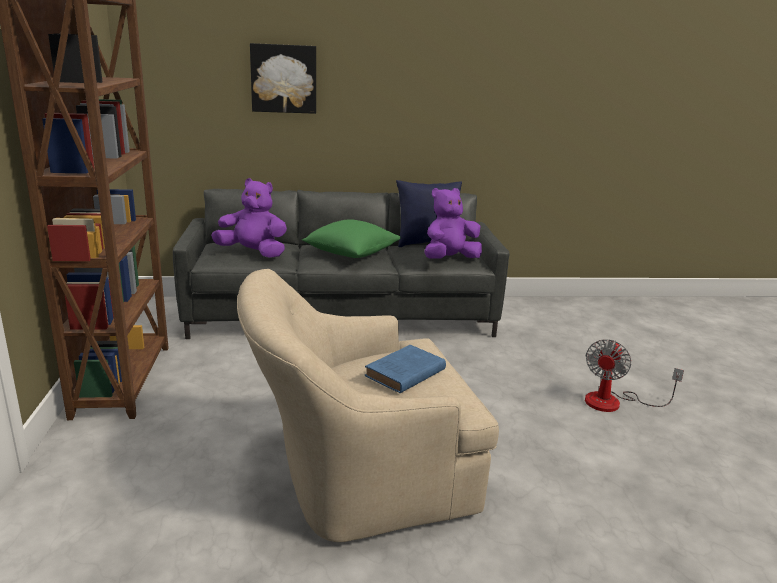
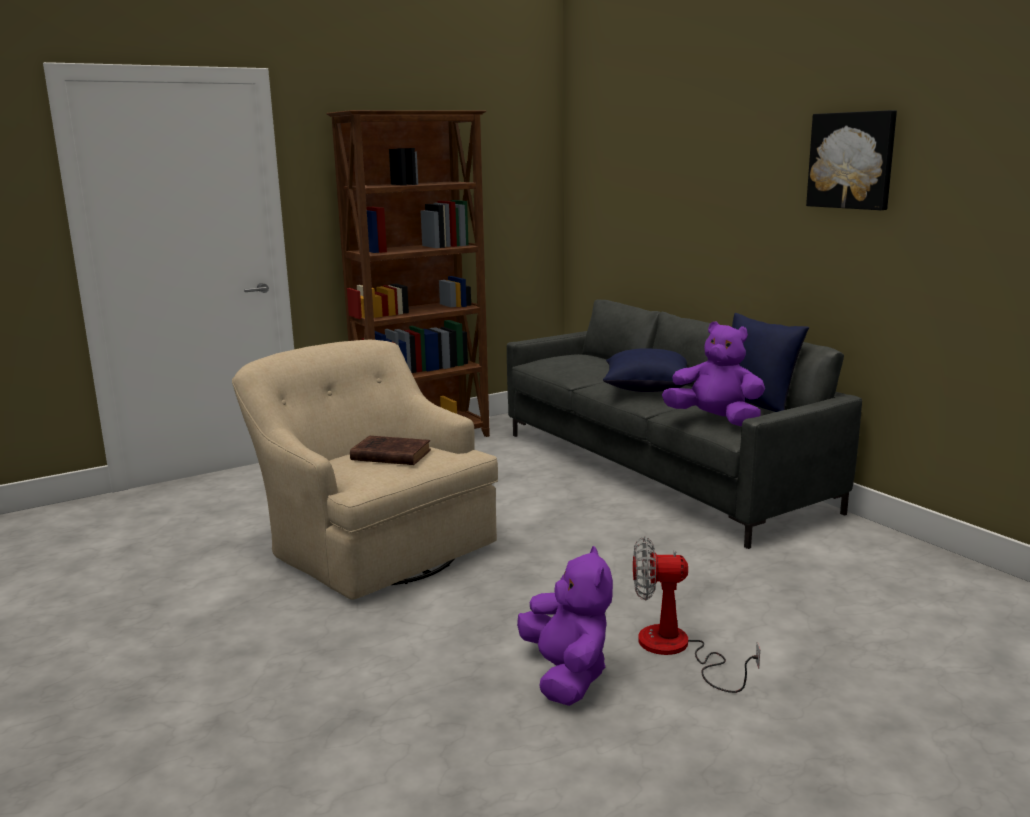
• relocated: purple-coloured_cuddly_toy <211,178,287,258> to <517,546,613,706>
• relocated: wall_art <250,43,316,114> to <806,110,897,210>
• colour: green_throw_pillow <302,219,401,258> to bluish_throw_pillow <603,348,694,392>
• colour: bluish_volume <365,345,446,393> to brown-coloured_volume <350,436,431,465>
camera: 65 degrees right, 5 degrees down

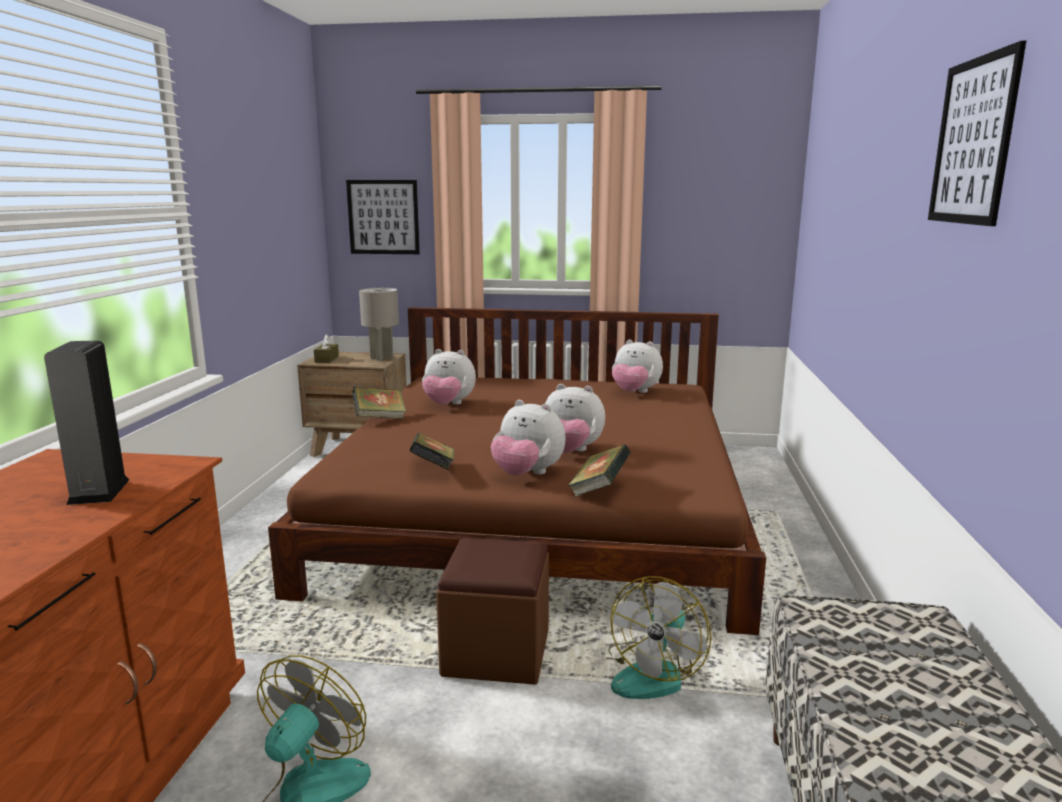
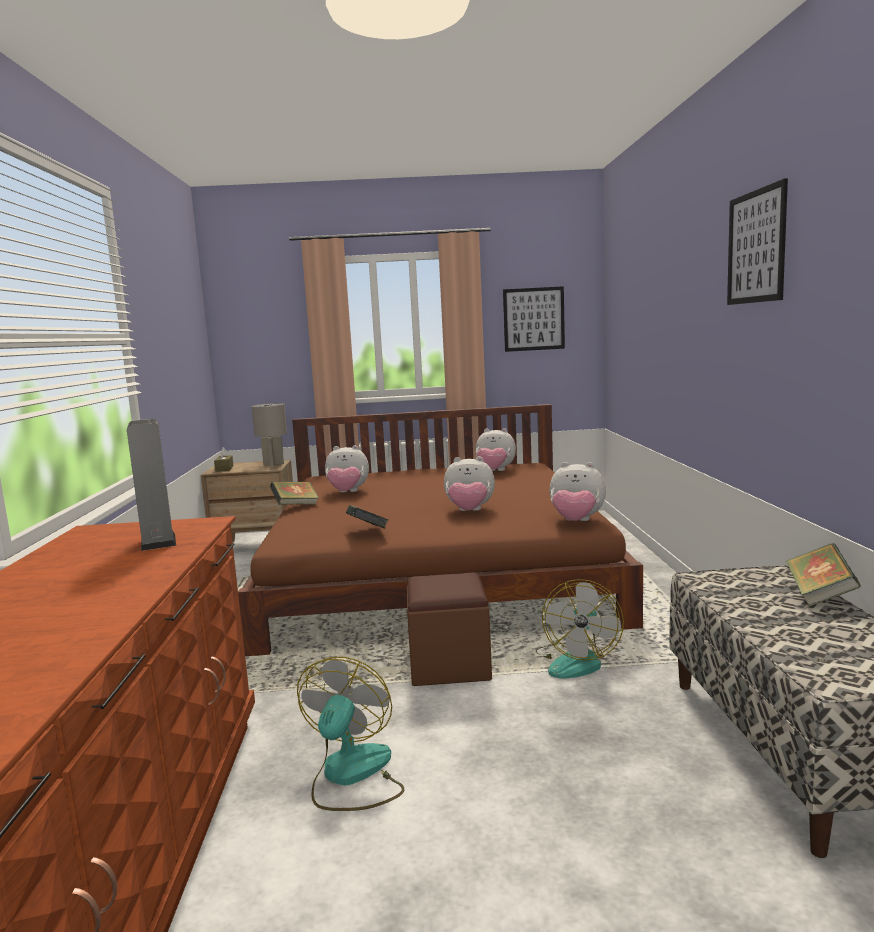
• relocated: wall_art <346,180,420,254> to <503,286,565,352>
• relocated: cuddly_toy <491,400,565,475> to <549,462,606,521>
• relocated: volume <568,445,630,497> to <786,543,861,607>
camera: 10 degrees left, 5 degrees down

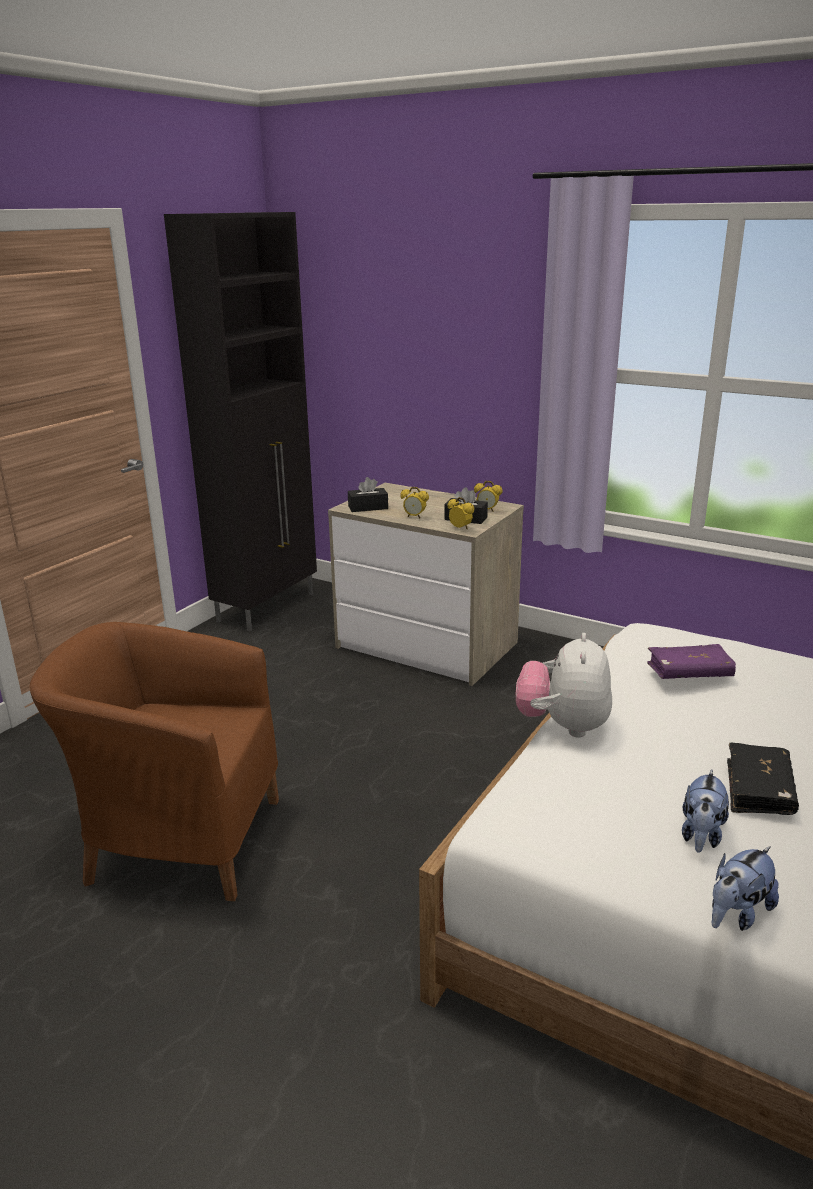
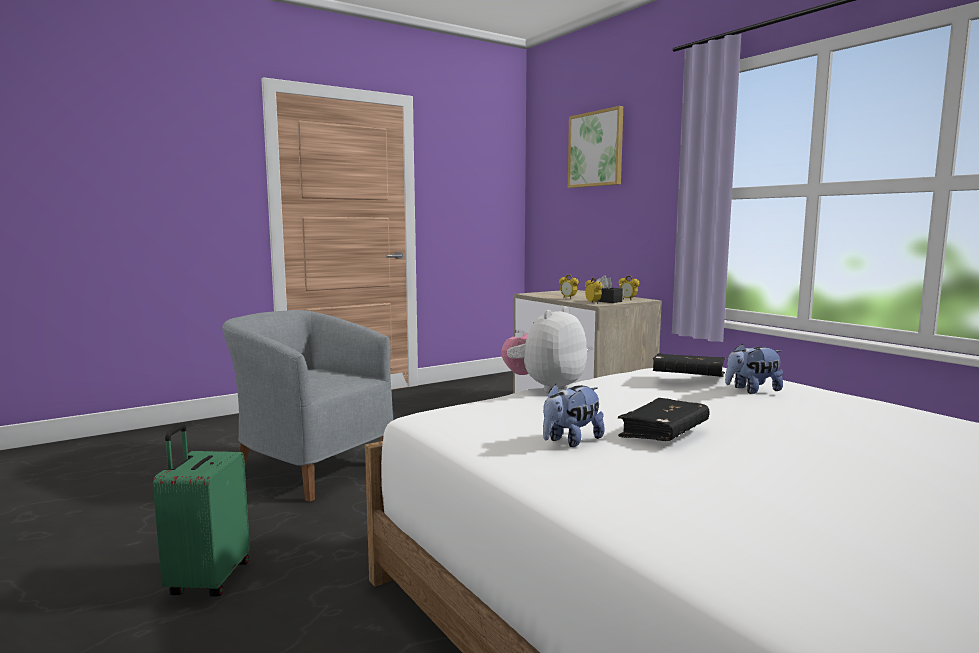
• missing: black-coloured_storage_cabinet <164,212,317,632>
• missing: black-coloured_box_of_tissues <348,477,388,512>
• appeared: green_piece_of_luggage <153,424,250,597>
• appeared: wall_art <568,106,623,188>
• relocated: cuddly_toy <712,846,779,931> to <725,344,783,394>
• colour: brown-coloured_armchair <30,622,279,901> to greyish_armchair <222,310,393,502>
• colour: purple-coloured_volume <647,644,736,679> to black-coloured_volume <653,353,725,377>
camera: 25 degrees right, 15 degrees down

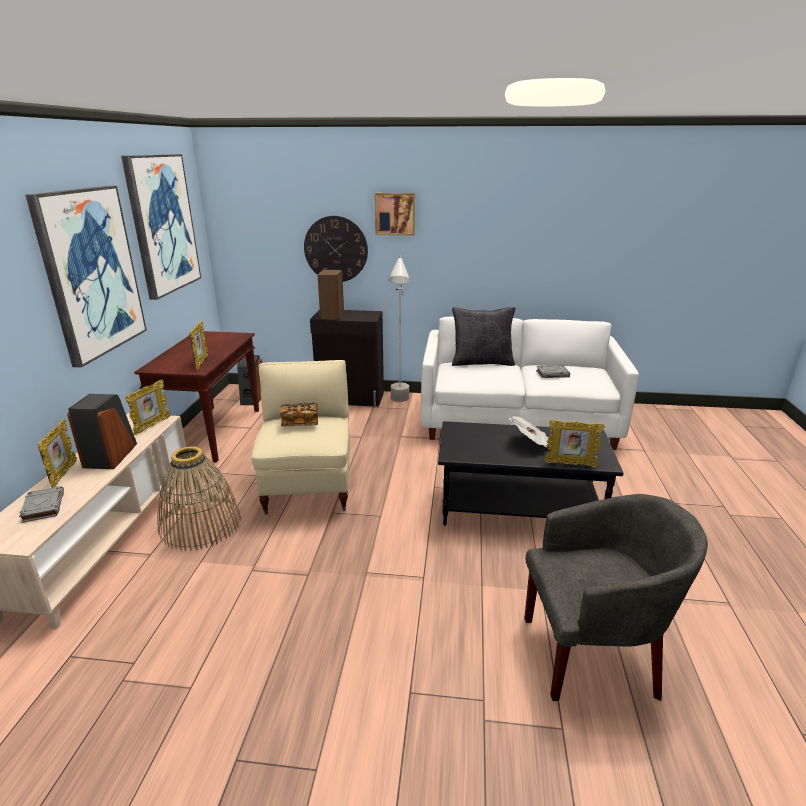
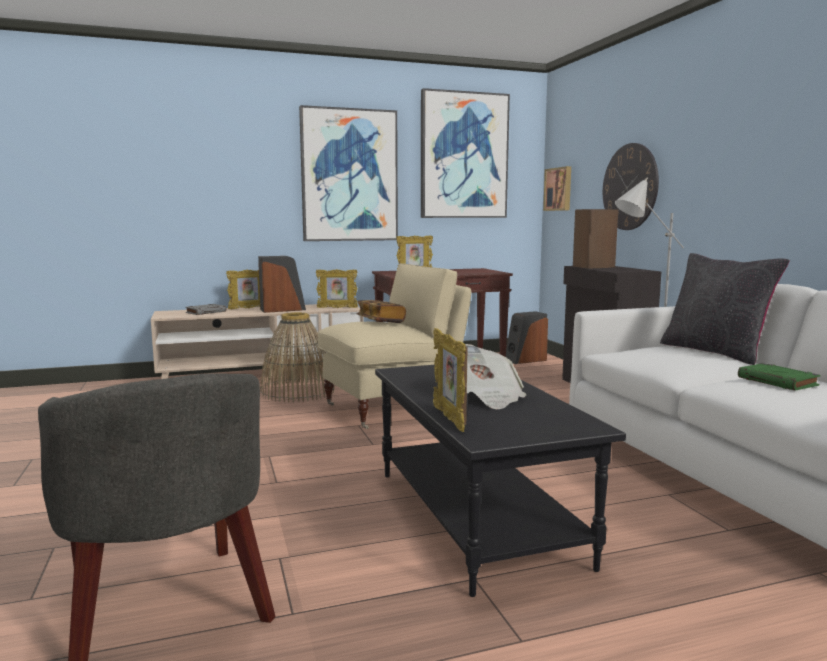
• relocated: wall_art <375,193,415,236> to <543,166,571,211>
• colour: greyish_volume <536,365,570,378> to green_volume <738,363,821,391>
camera: 65 degrees right, 15 degrees down

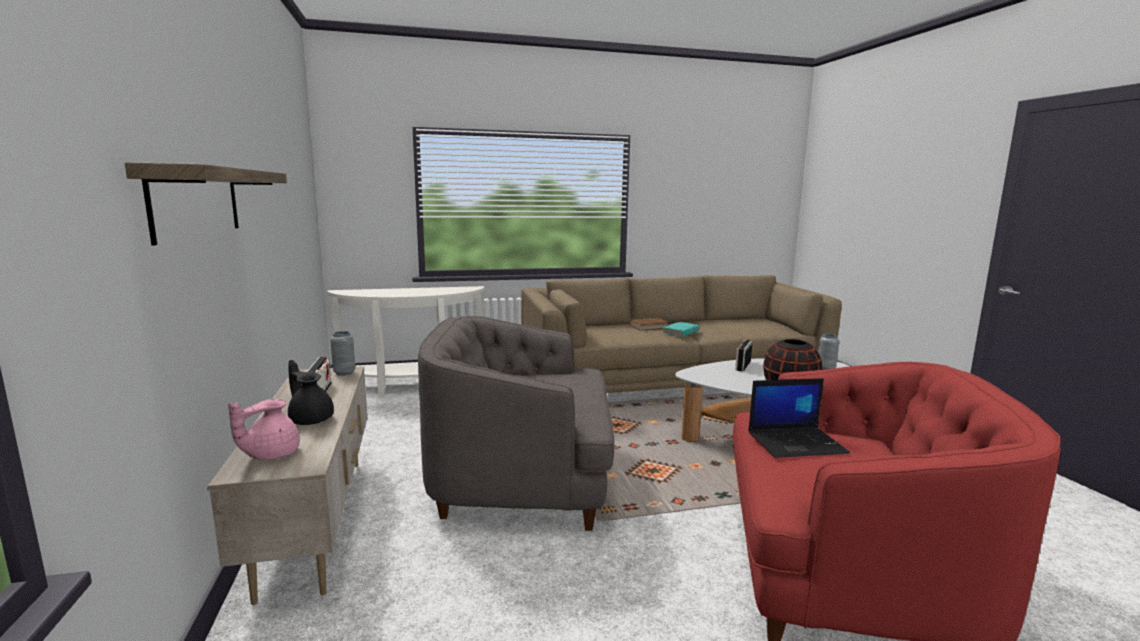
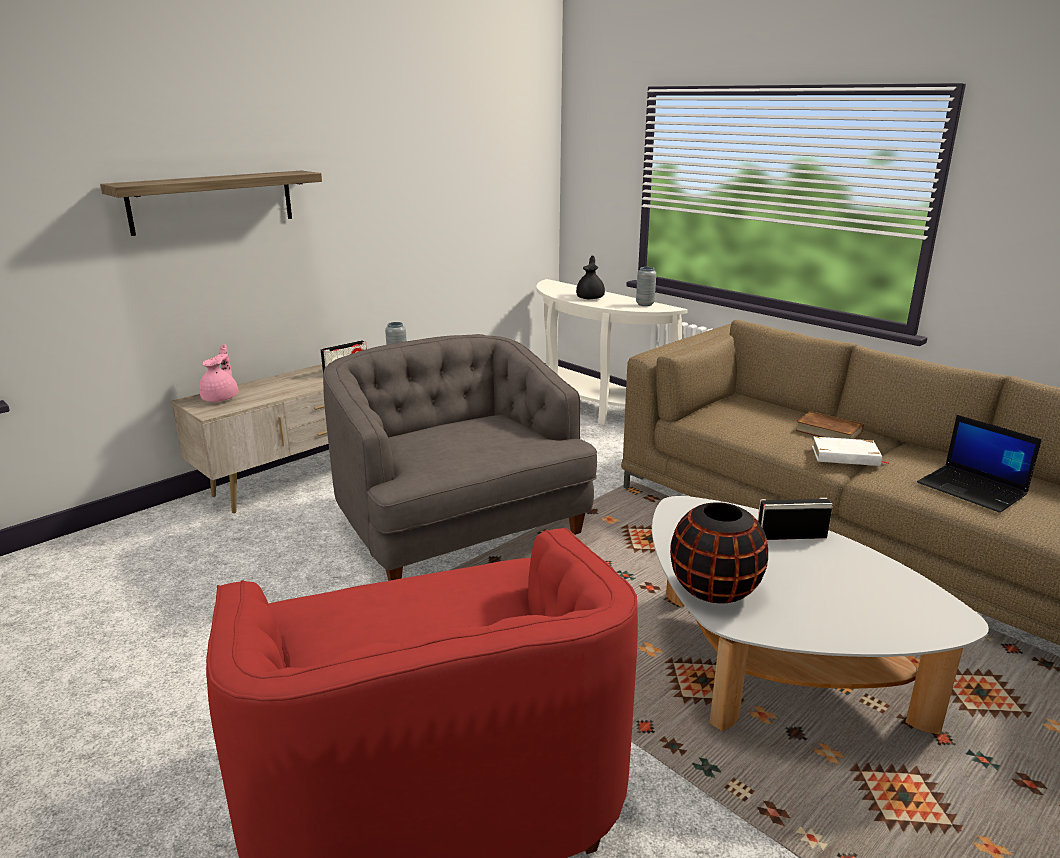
• relocated: black-coloured_teapot <288,360,334,425> to <576,256,605,299>
• relocated: notebook_computer <748,378,850,458> to <917,415,1042,513>
• relocated: greyish_vase <818,334,839,370> to <636,267,656,306>
• colour: turquoise_volume <663,322,699,337> to white_volume <812,437,889,466>
• spun: pinkish_teapot <228,399,300,460> = <199,344,238,402> 90 degrees clockwise
camera: 60 degrees right, 10 degrees up

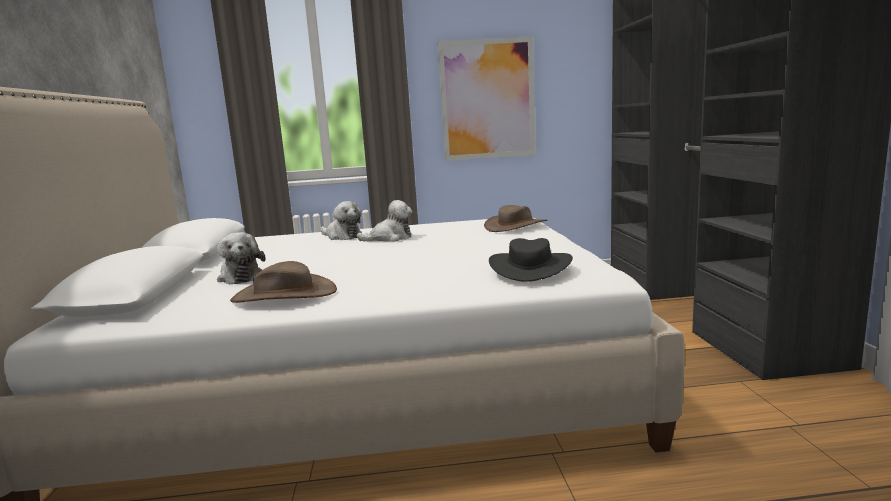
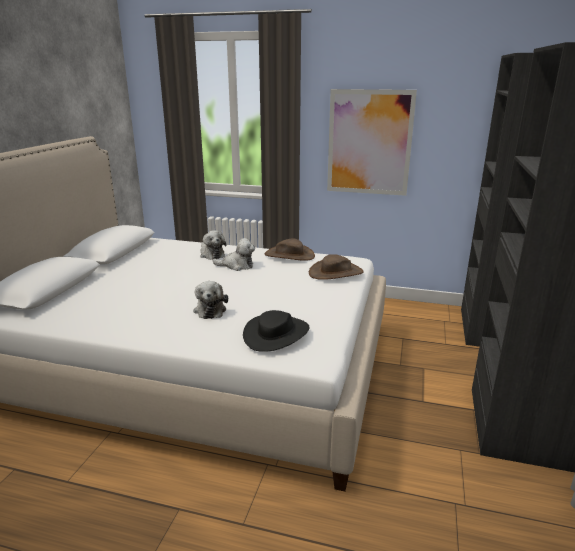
• relocated: cuddly_toy <217,232,265,284> to <193,281,228,319>
• relocated: brown-coloured_hat <230,261,337,303> to <265,239,315,261>
camera: 20 degrees right, 10 degrees up

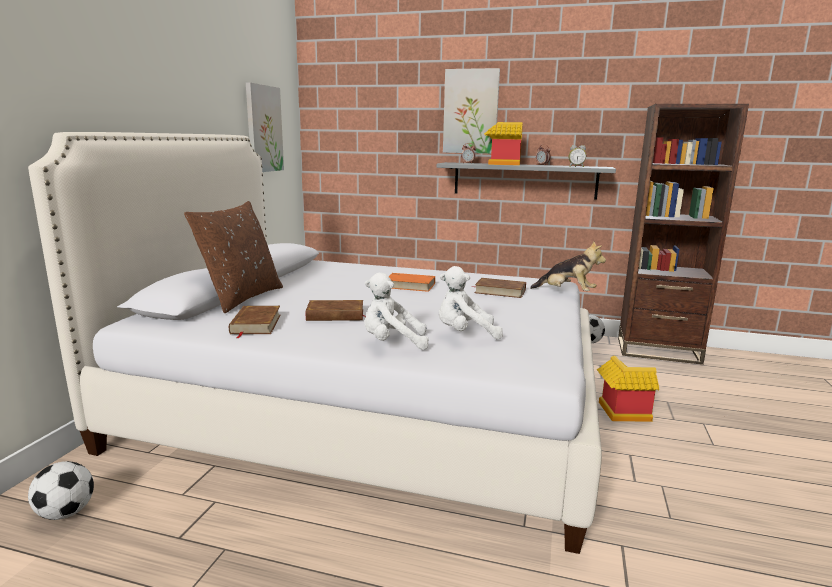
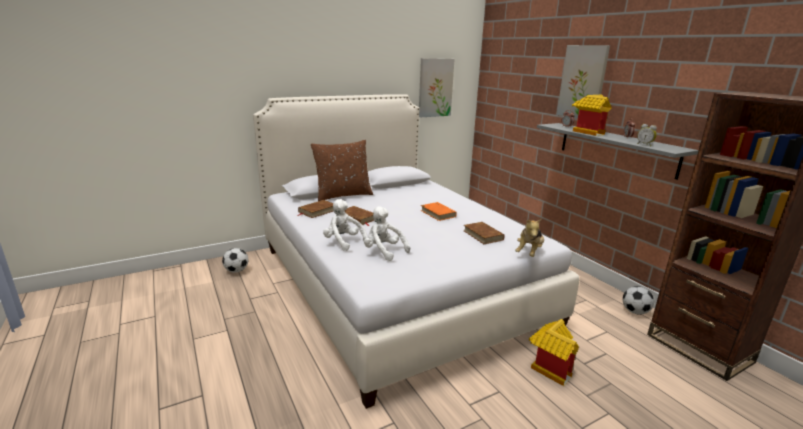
• spun: cuddly_toy <530,241,606,291> = <515,218,544,257> 45 degrees clockwise
camera: 45 degrees right, 5 degrees up

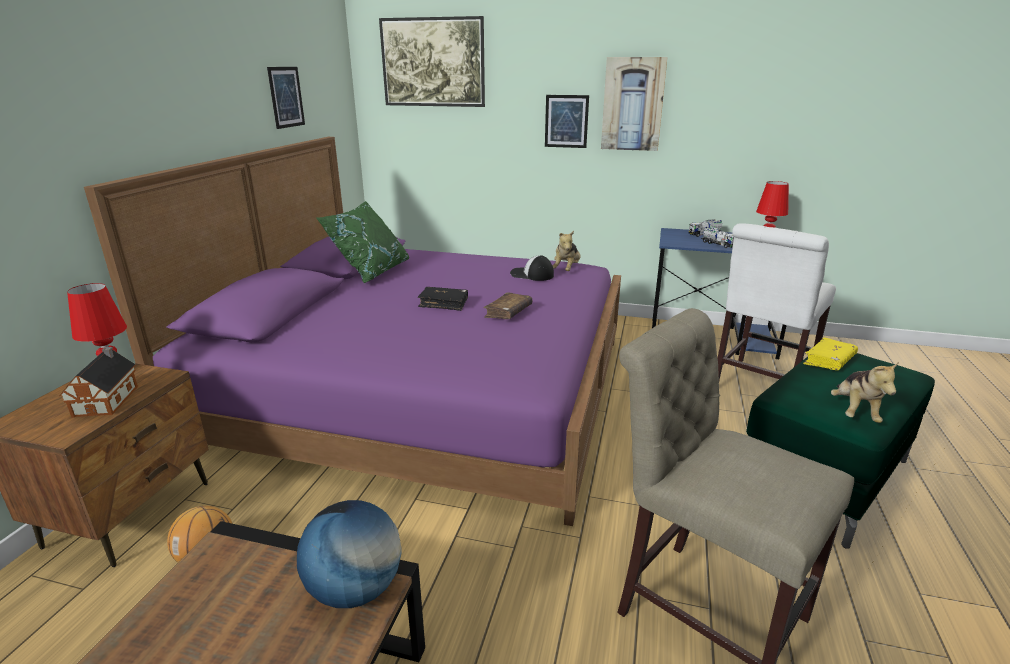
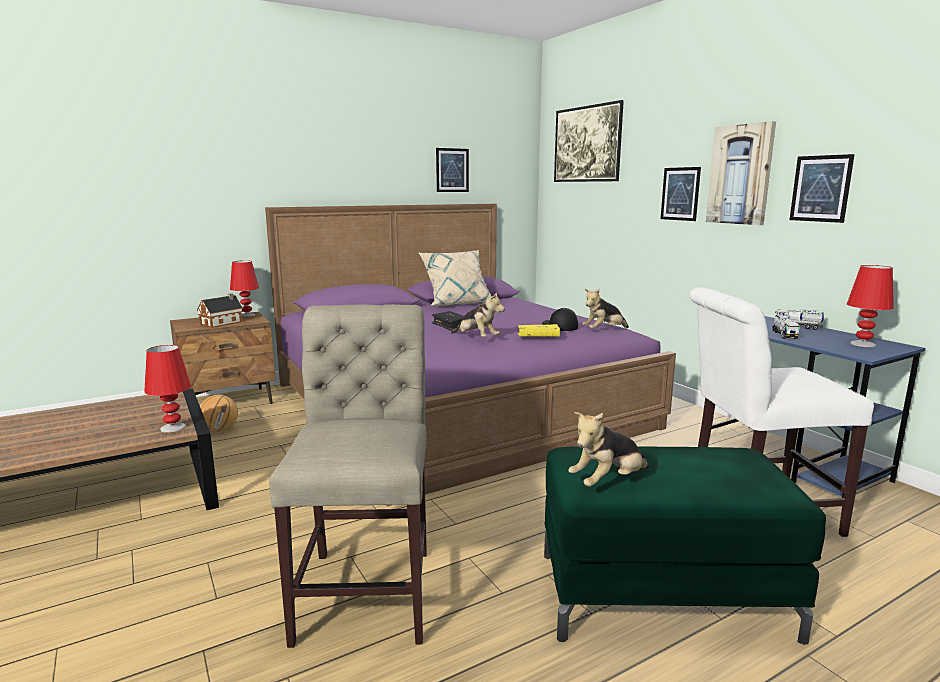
• appeared: wall_art <790,154,855,223>
• relocated: yellowish_volume <803,337,858,370> to <517,324,560,337>
• exchanged: world_globe <297,500,401,608> to reddish_lamp_for_a_table <144,345,191,433>
• exchanged: brown-coloured_volume <483,292,532,319> to cuddly_toy <451,291,505,337>
• colour: green_throw_pillow <316,201,409,283> to beige-coloured_throw_pillow <418,250,492,306>
camera: 45 degrees right, 10 degrees down

